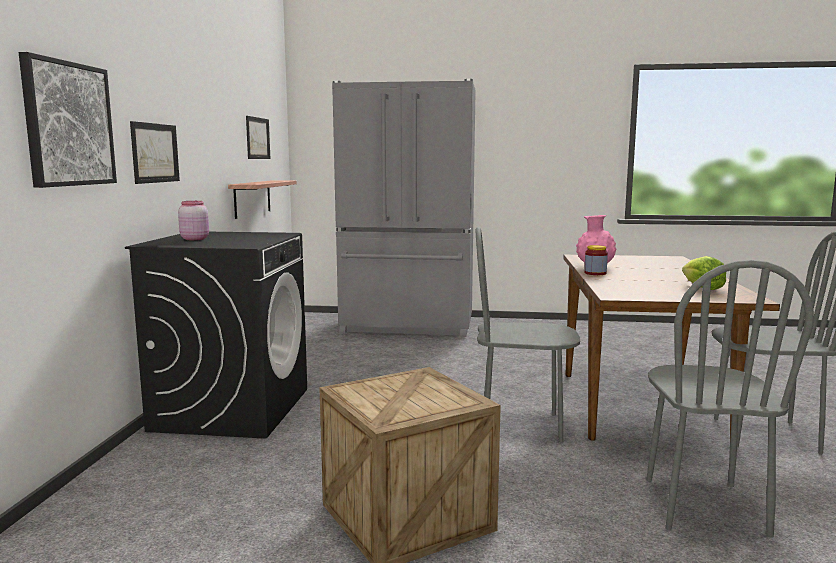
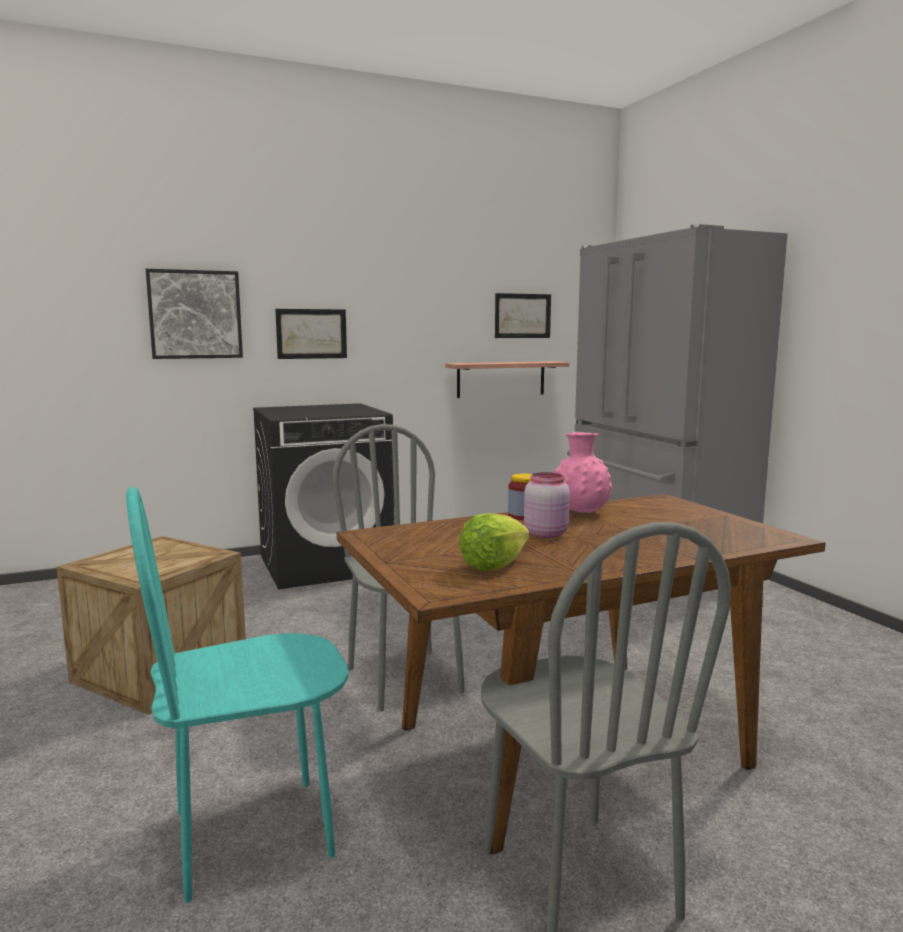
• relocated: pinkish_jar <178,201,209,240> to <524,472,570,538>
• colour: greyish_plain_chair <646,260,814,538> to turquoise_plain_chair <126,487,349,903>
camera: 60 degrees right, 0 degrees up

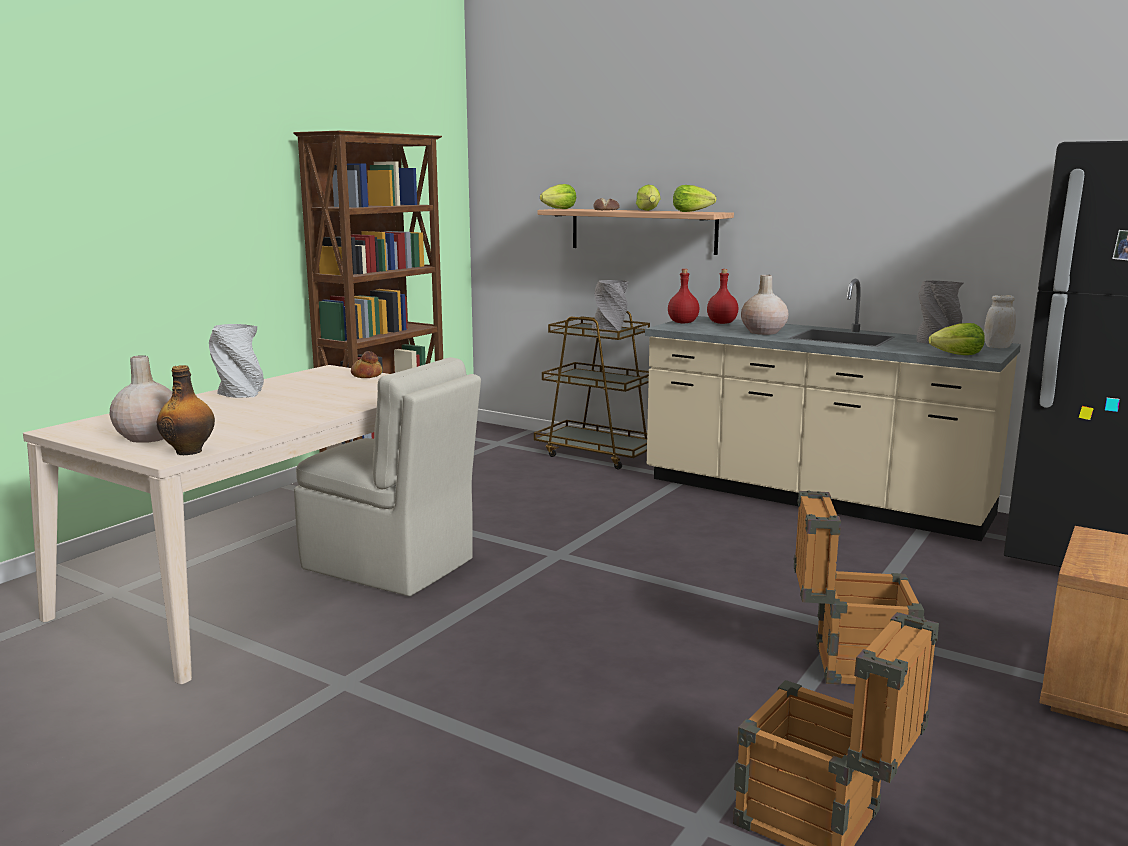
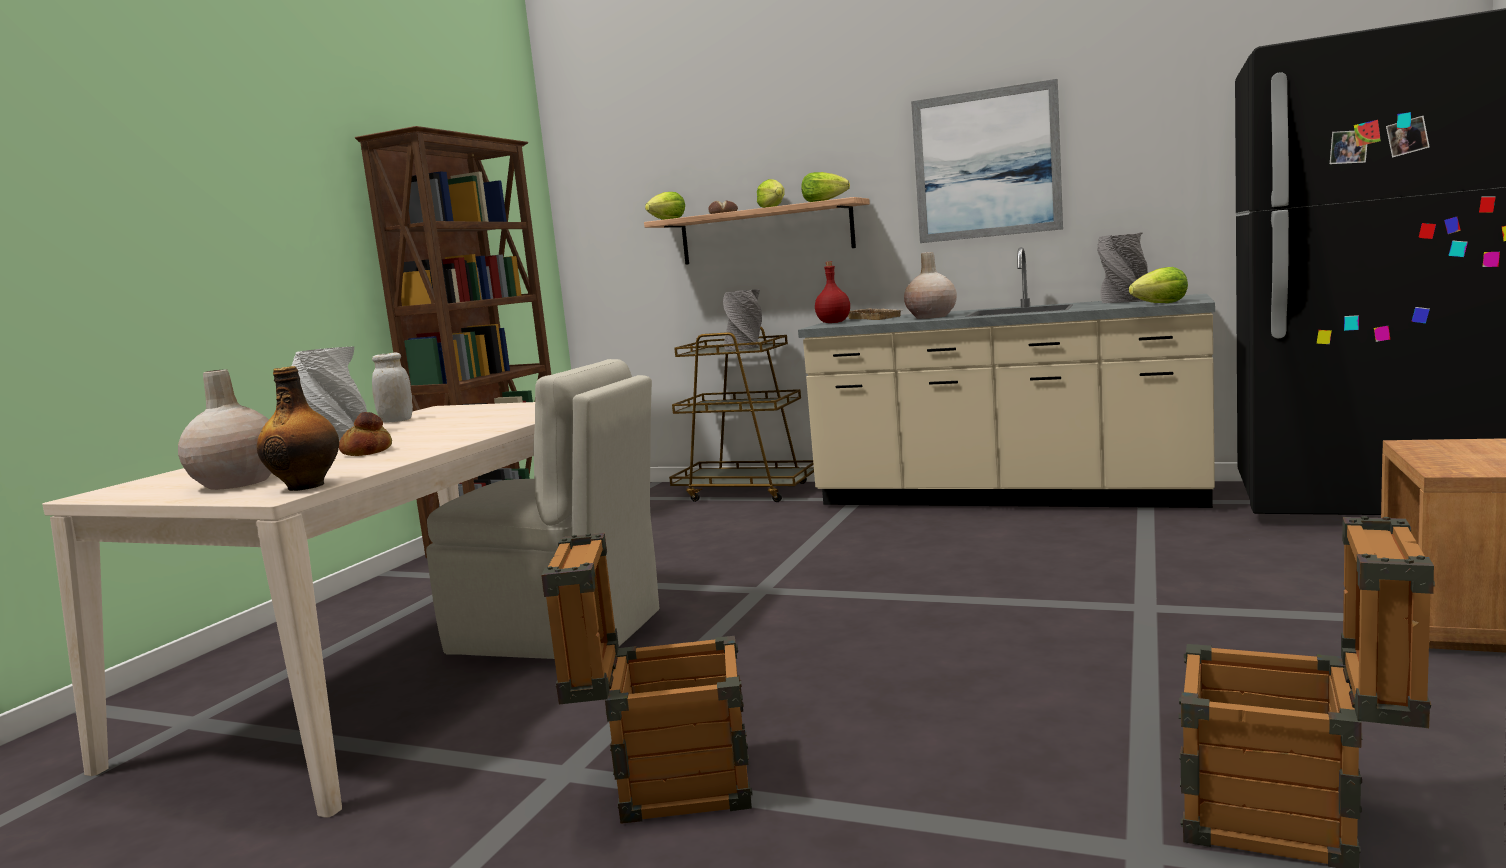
• appeared: wall_art <911,79,1063,243>
• relocated: bakery_bread <351,351,383,378> to <339,412,392,456>
• relocated: packing_crate <794,491,924,685> to <541,533,753,824>
• relocated: white_jar <984,295,1016,348> to <372,352,413,423>
• exchanged: reddish_bottle <707,269,738,324> to beige-coloured_serving_tray <848,308,901,320>
camera: 10 degrees left, 5 degrees down

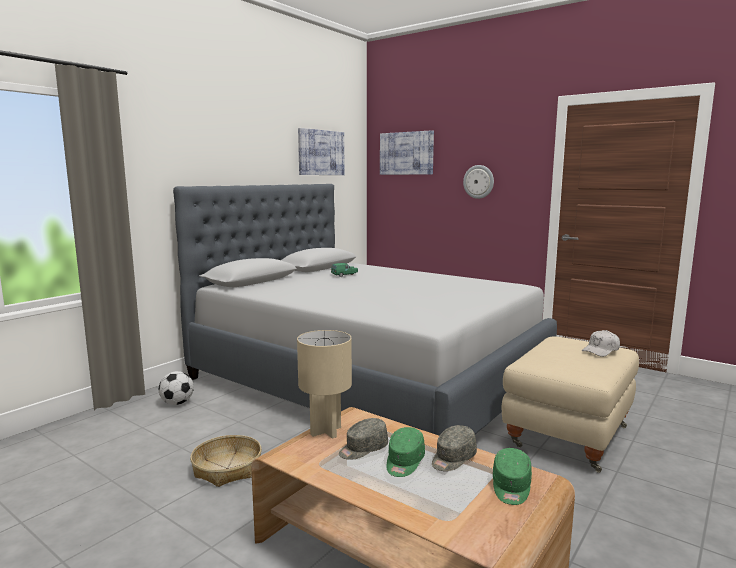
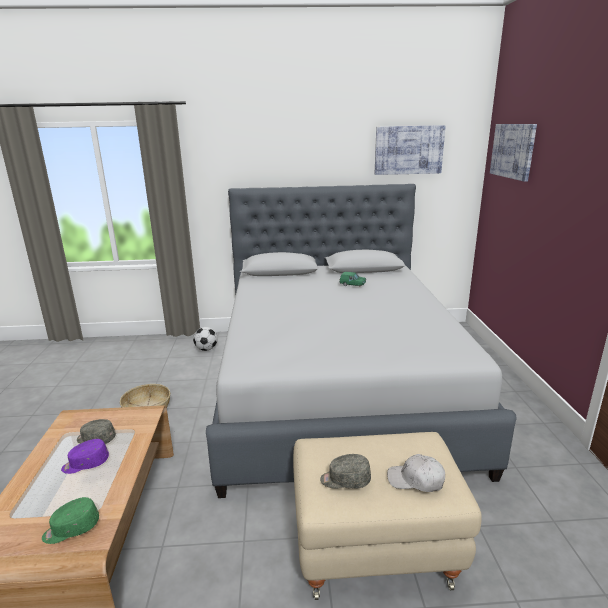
• missing: beige-coloured_lamp_for_a_table <297,330,352,439>
• missing: hanging_clock <463,165,494,199>
• relocated: greyish_peaked_cap <432,425,477,471> to <320,454,371,489>
• colour: green_peaked_cap <387,427,425,477> to purple-coloured_peaked_cap <61,439,109,474>
camera: 50 degrees right, 10 degrees up

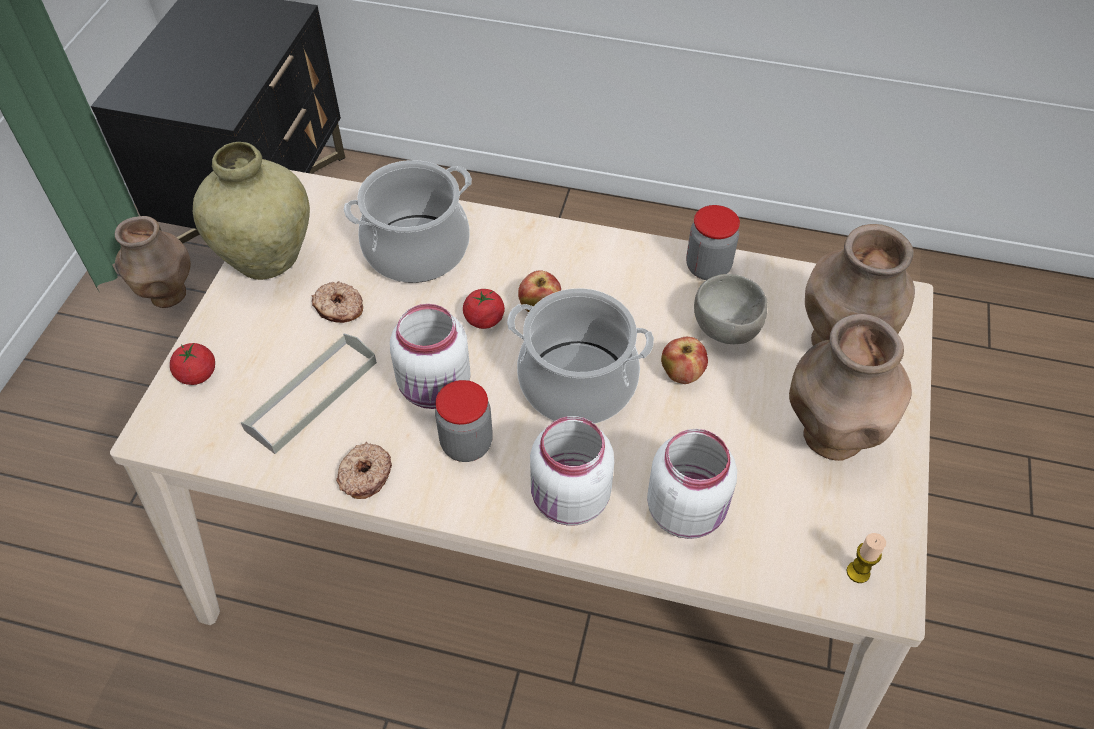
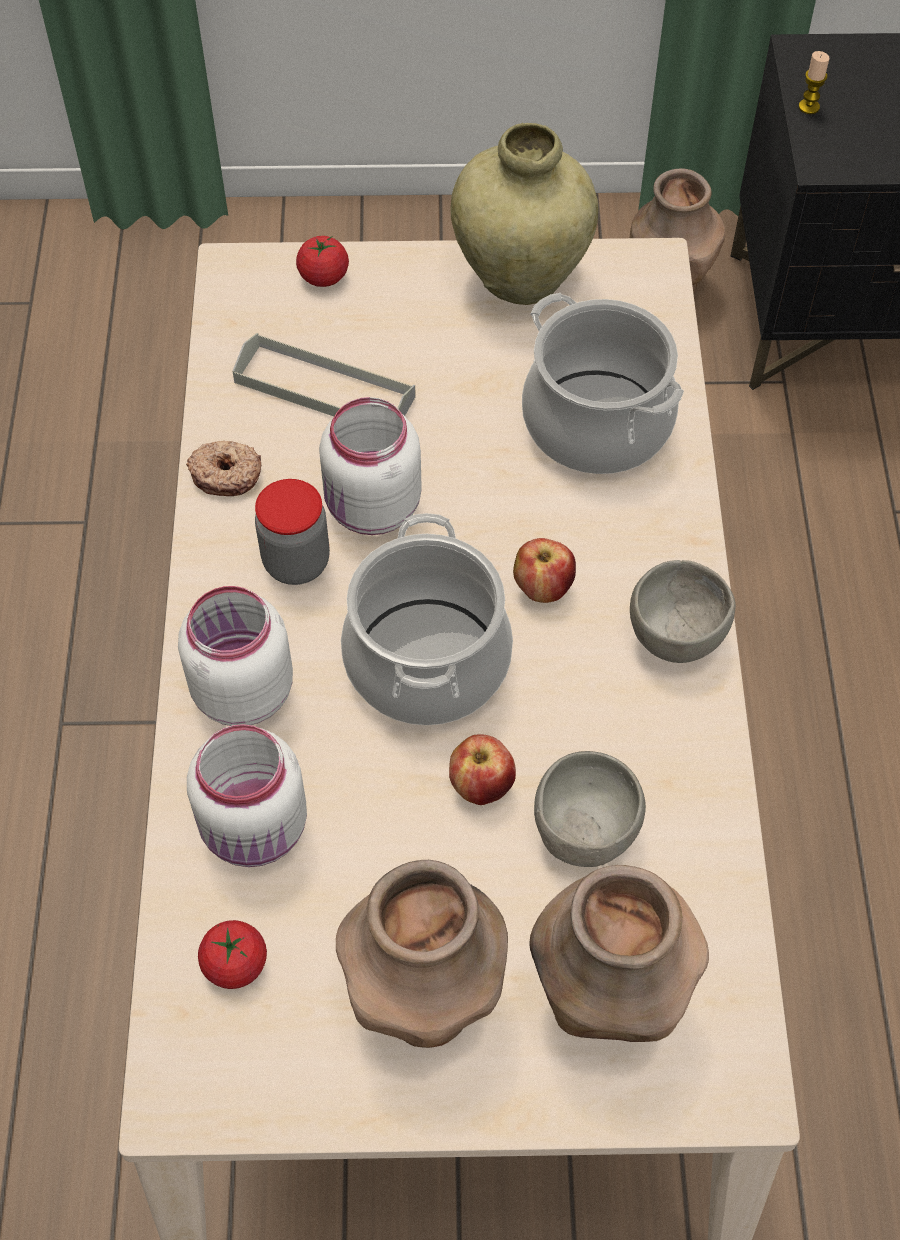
• missing: ring_doughnut <311,281,363,323>
• missing: jar <686,205,740,280>
• appeared: greyish_deep_dish <630,560,736,663>
• relocated: fresh_tomato <463,289,505,329> to <198,920,267,989>
• relocated: wax_candle <846,533,886,583> to <799,51,829,114>
camera: 75 degrees right, 5 degrees up

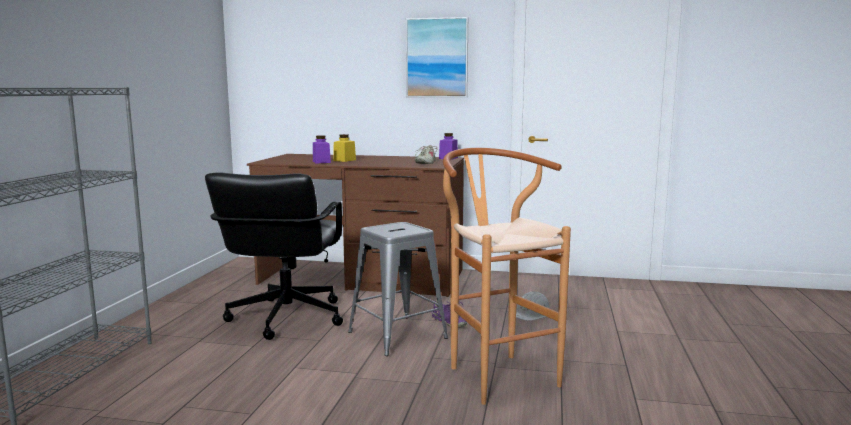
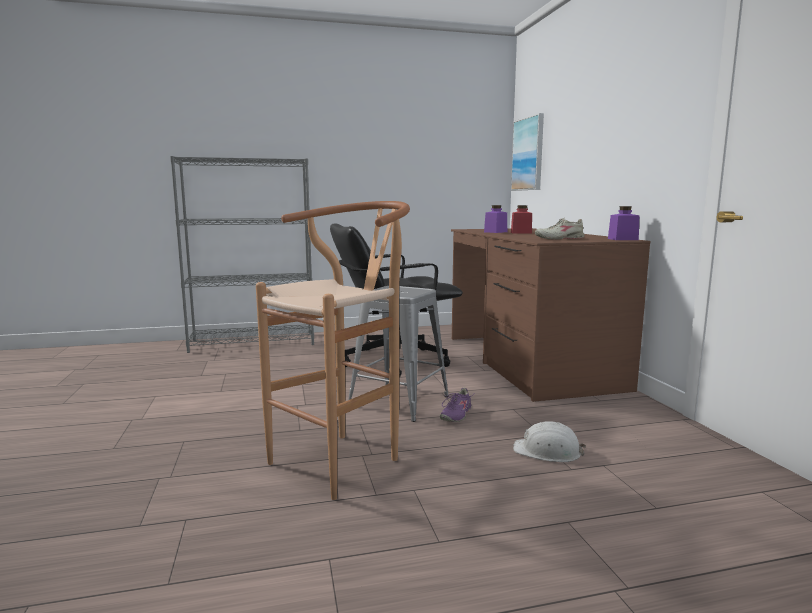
• relocated: wall_art <406,17,468,97> to <511,113,544,191>
• colour: yellowish_jar <333,134,356,162> to reddish_jar <511,205,532,234>
camera: 65 degrees right, 0 degrees up

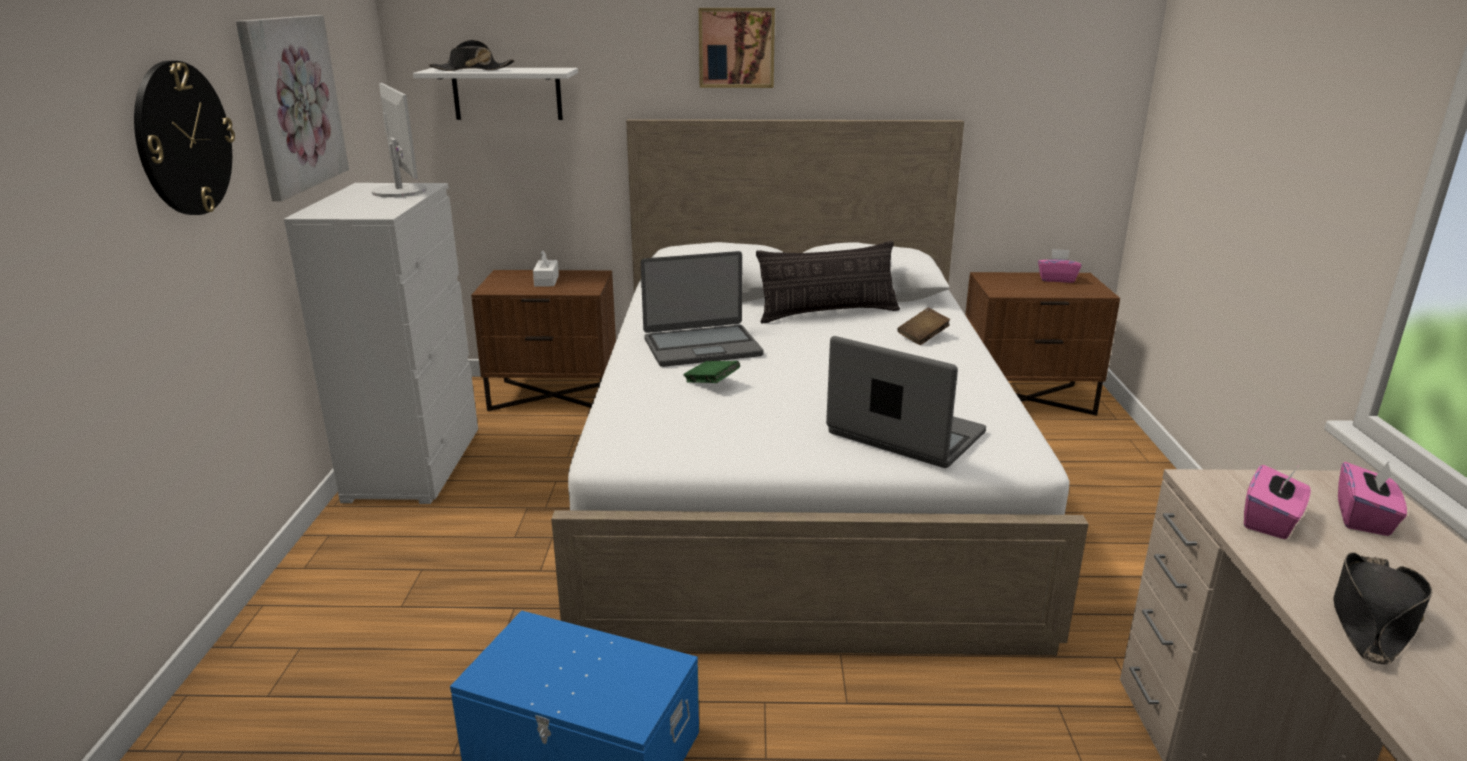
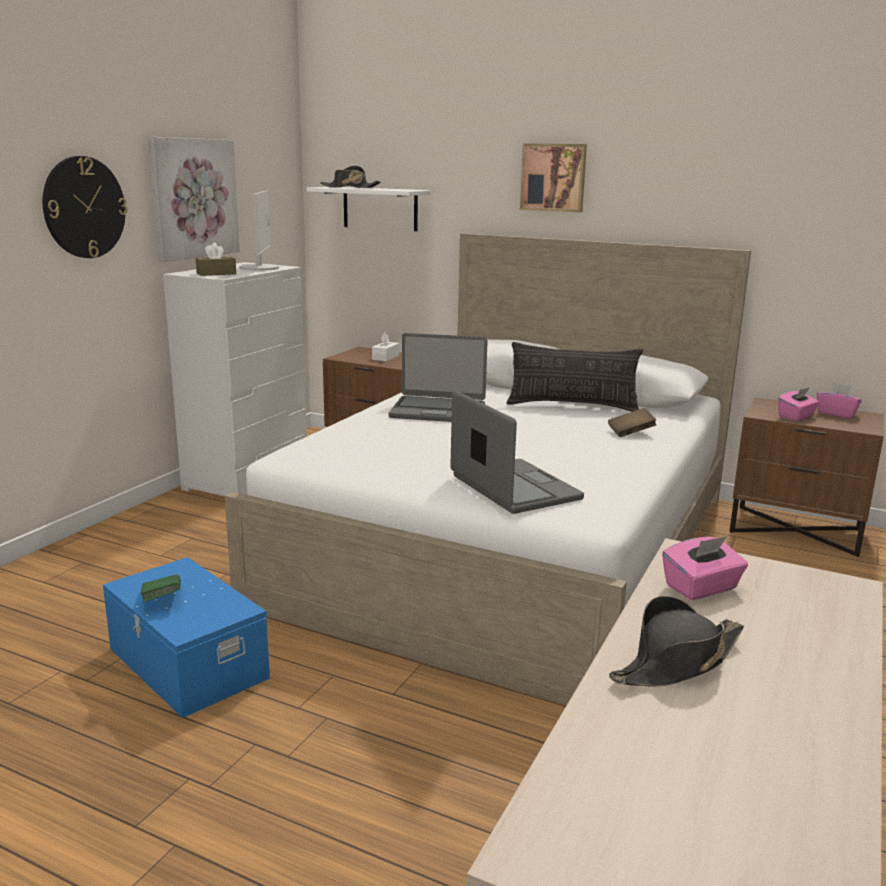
• appeared: brown-coloured_box_of_tissues <196,243,236,276>
• relocated: green_volume <683,361,740,383> to <140,574,181,602>
• relocated: pinkish_box_of_tissues <1338,462,1407,536> to <778,387,819,421>
camera: 25 degrees right, 5 degrees down

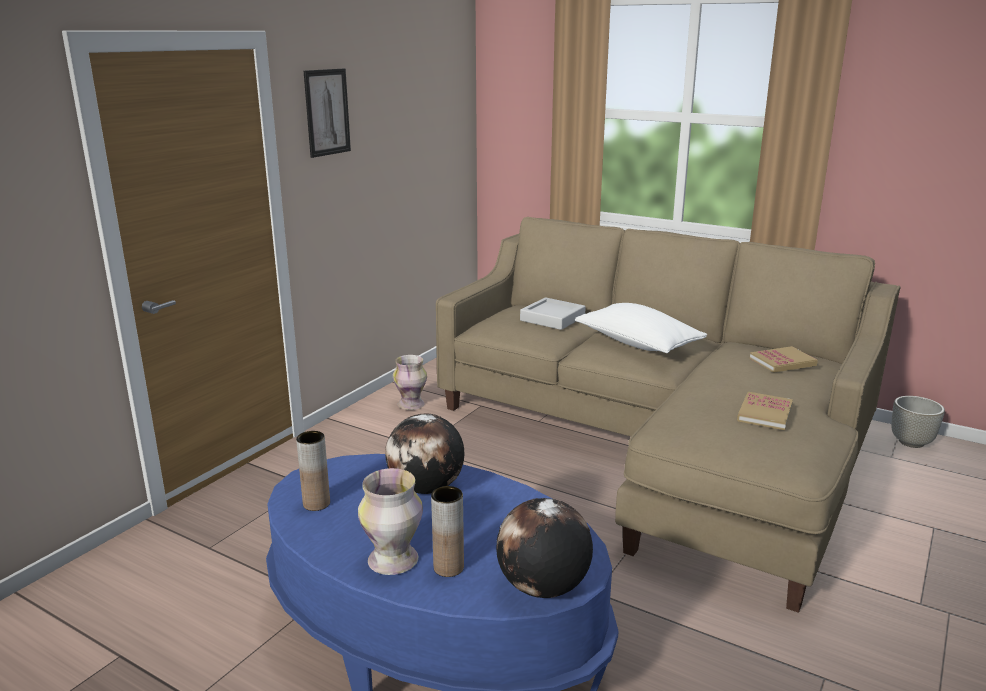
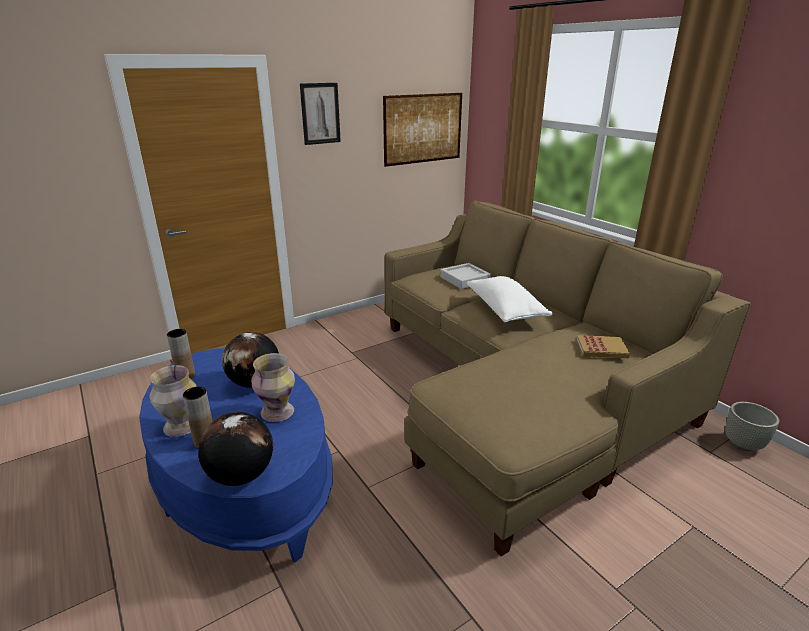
• missing: volume <737,392,793,430>
• appeared: wall_art <383,93,462,167>
• relocated: vase <393,355,427,410> to <251,353,295,422>
camera: 25 degrees right, 5 degrees up

